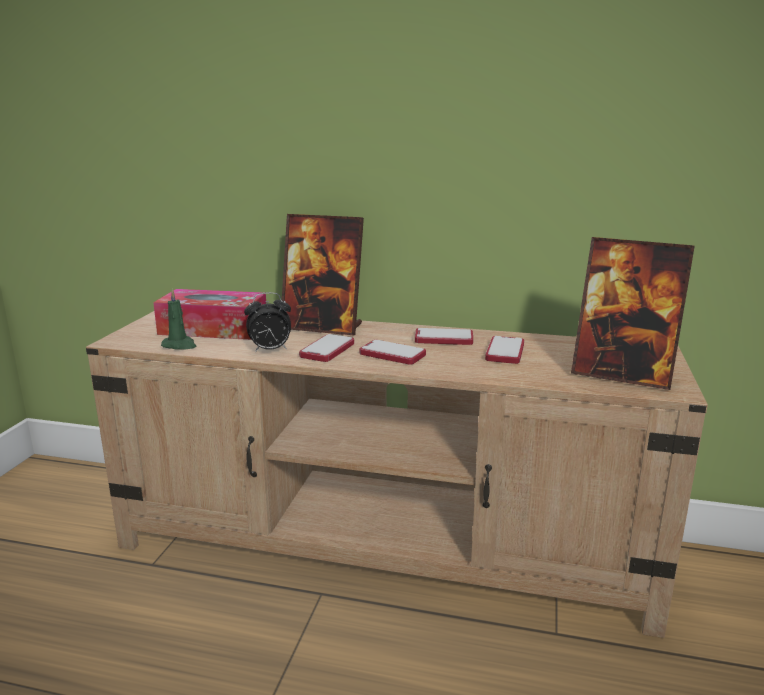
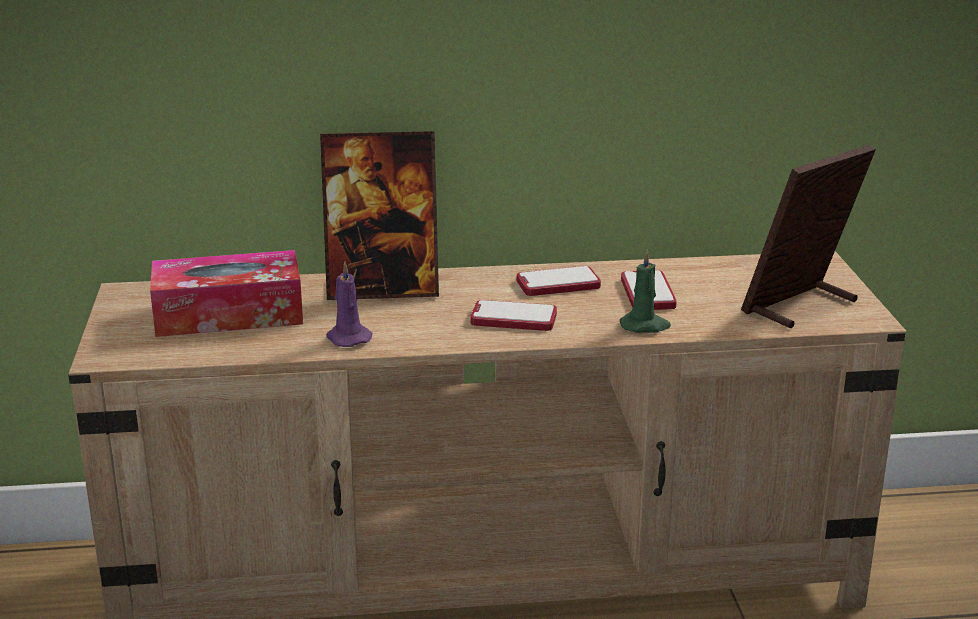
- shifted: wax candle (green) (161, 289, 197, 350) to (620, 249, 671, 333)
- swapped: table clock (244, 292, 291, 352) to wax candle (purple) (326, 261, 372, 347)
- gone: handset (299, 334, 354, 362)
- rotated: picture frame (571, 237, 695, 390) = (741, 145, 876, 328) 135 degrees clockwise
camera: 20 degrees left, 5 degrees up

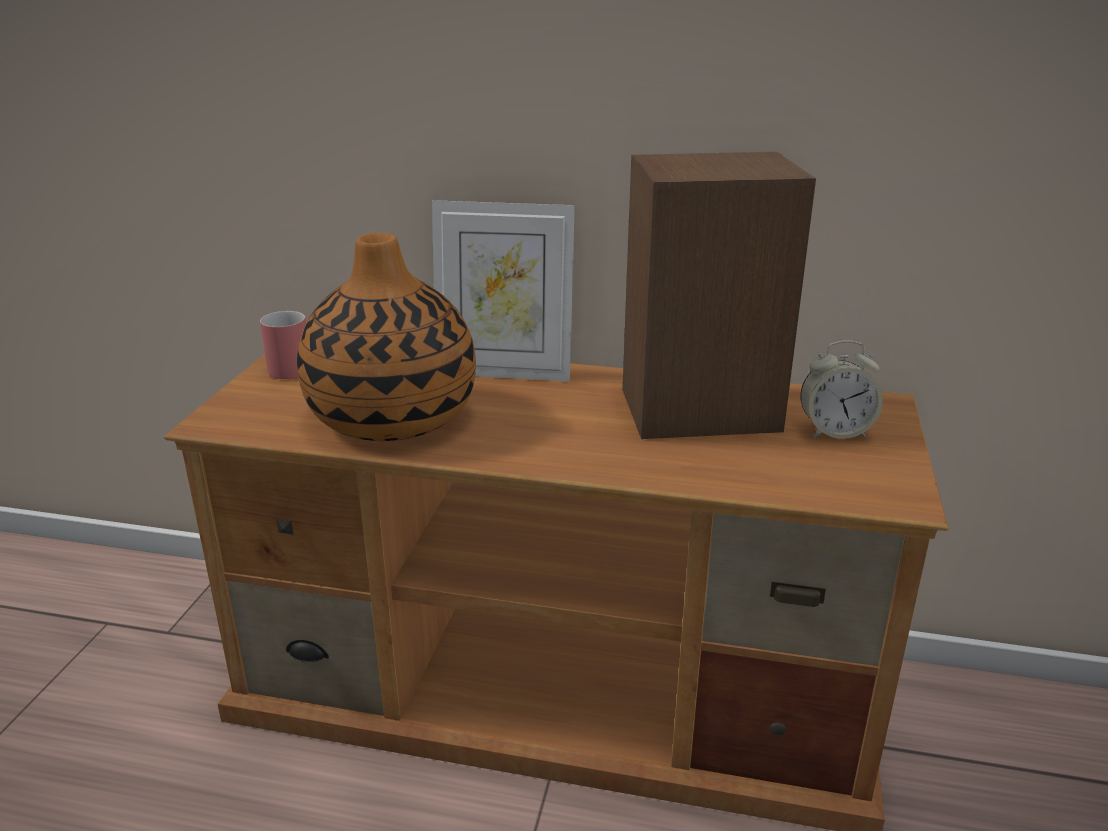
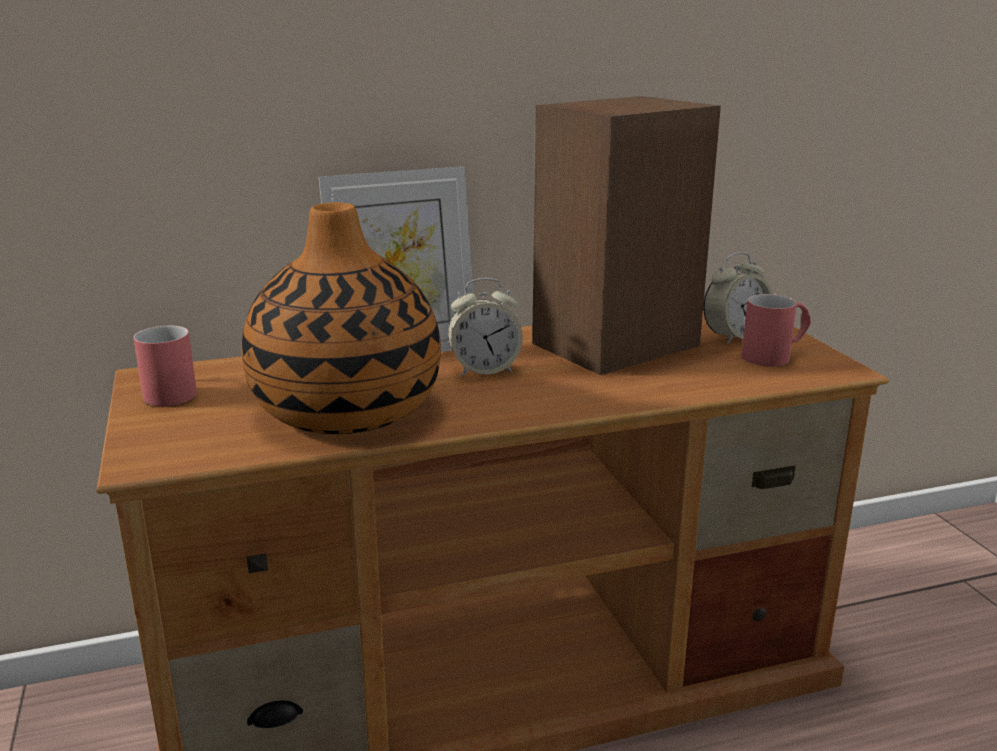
- new: table clock (448, 278, 523, 377)
- new: tea mug (red) (742, 294, 811, 366)
camera: 30 degrees left, 5 degrees down

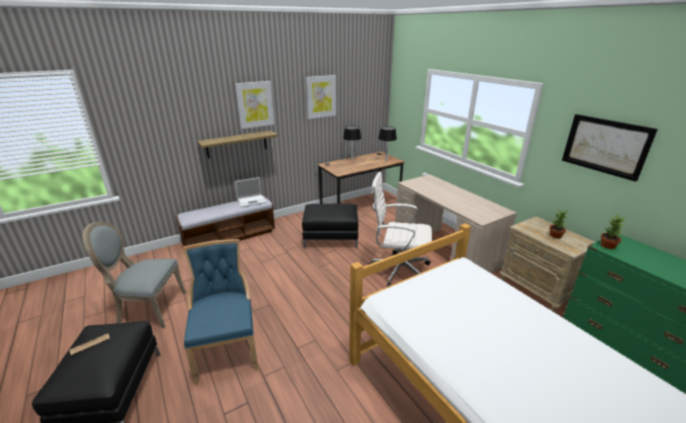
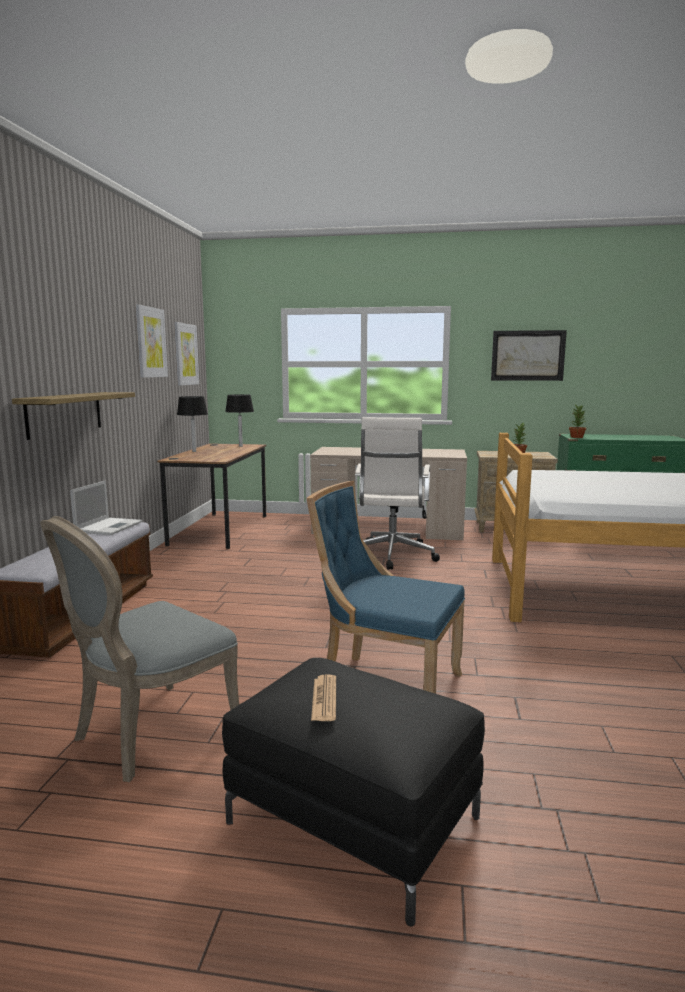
- shifted: picture (235, 81, 274, 129) to (174, 322, 199, 385)
- gone: pouffe (black) (302, 204, 358, 249)
- rotated: office chair (whitish) (368, 172, 432, 287) = (355, 417, 440, 570) 45 degrees counterclockwise
camera: 50 degrees left, 15 degrees down

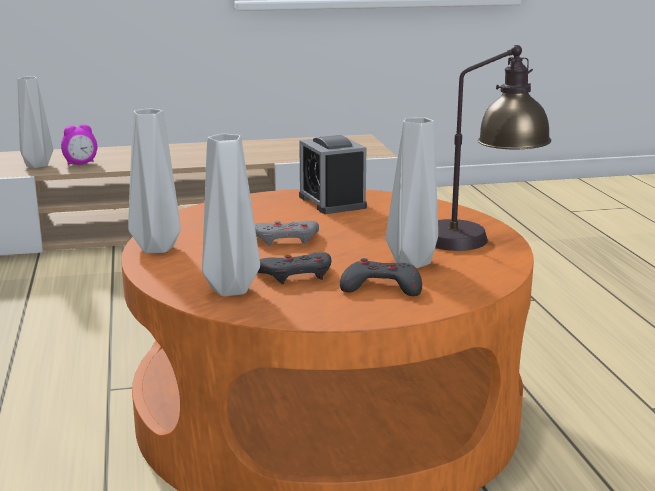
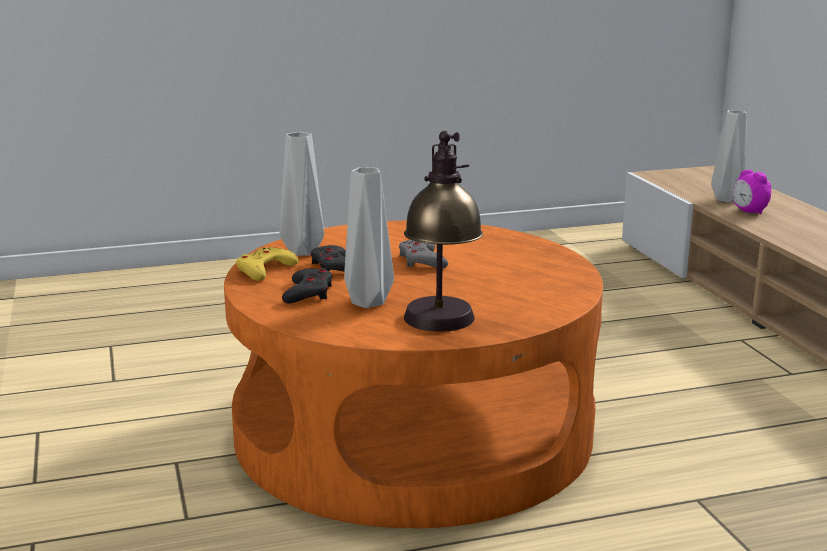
- gone: vase (grey) (128, 108, 181, 253)
- gone: table clock (299, 135, 367, 214)
- new: game controller (yellow) (236, 247, 299, 281)
camera: 85 degrees right, 0 degrees up

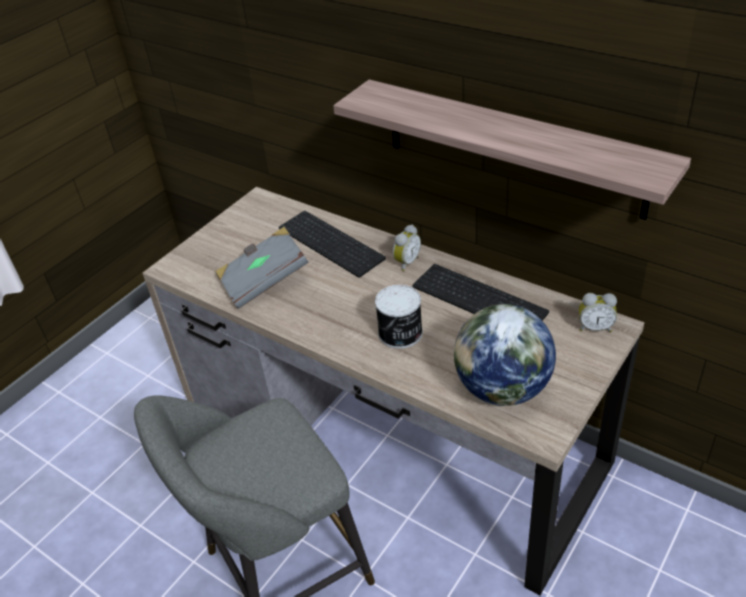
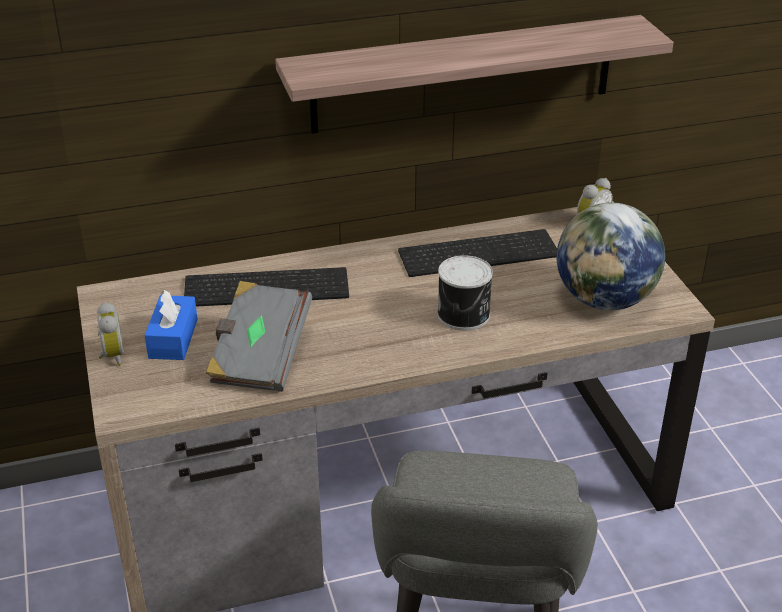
- shifted: table clock (393, 225, 421, 271) to (97, 302, 124, 366)
- new: tissue box (blue-coloured) (144, 290, 198, 360)
camera: 55 degrees left, 5 degrees down

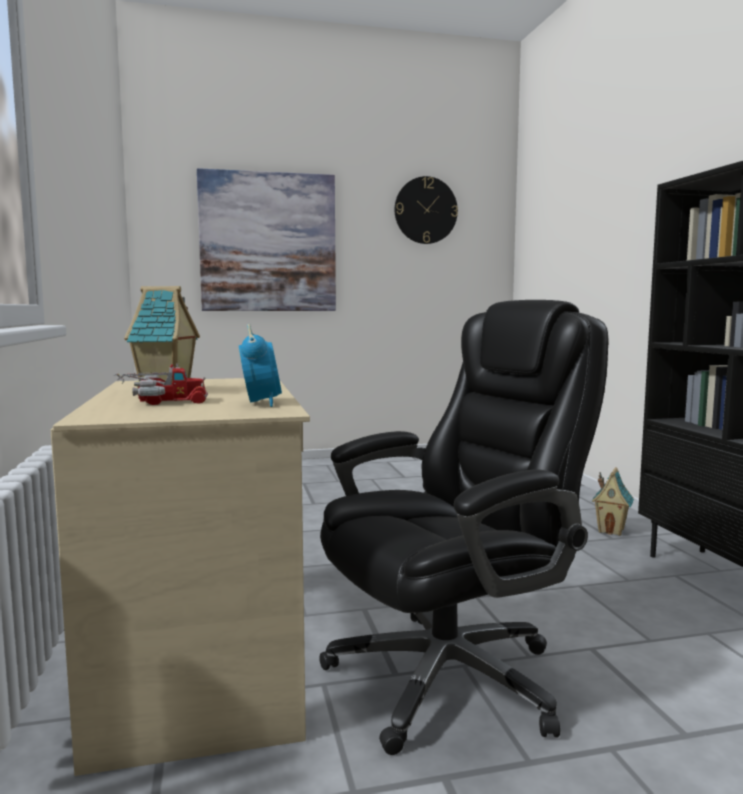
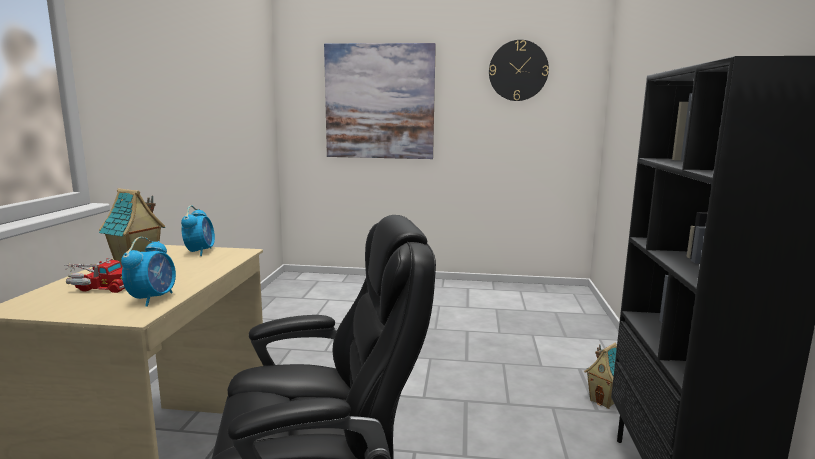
- new: table clock (181, 205, 215, 256)
camera: 20 degrees right, 5 degrees up

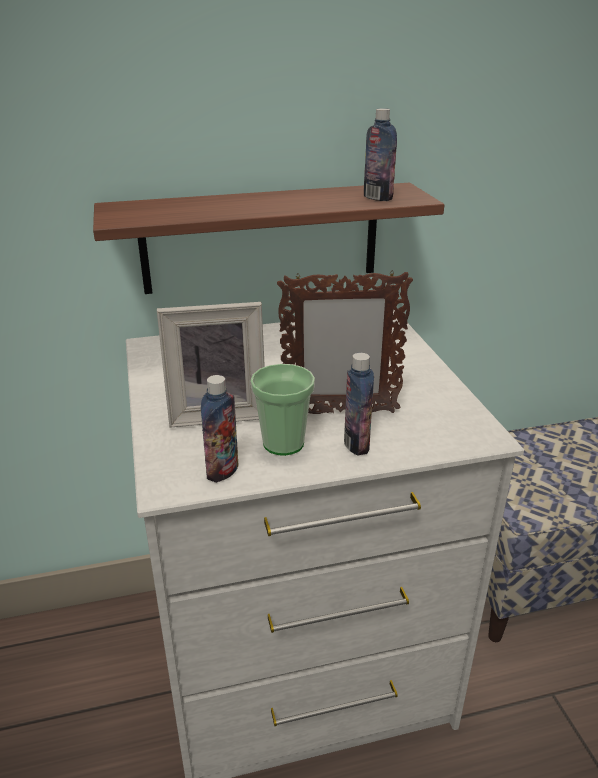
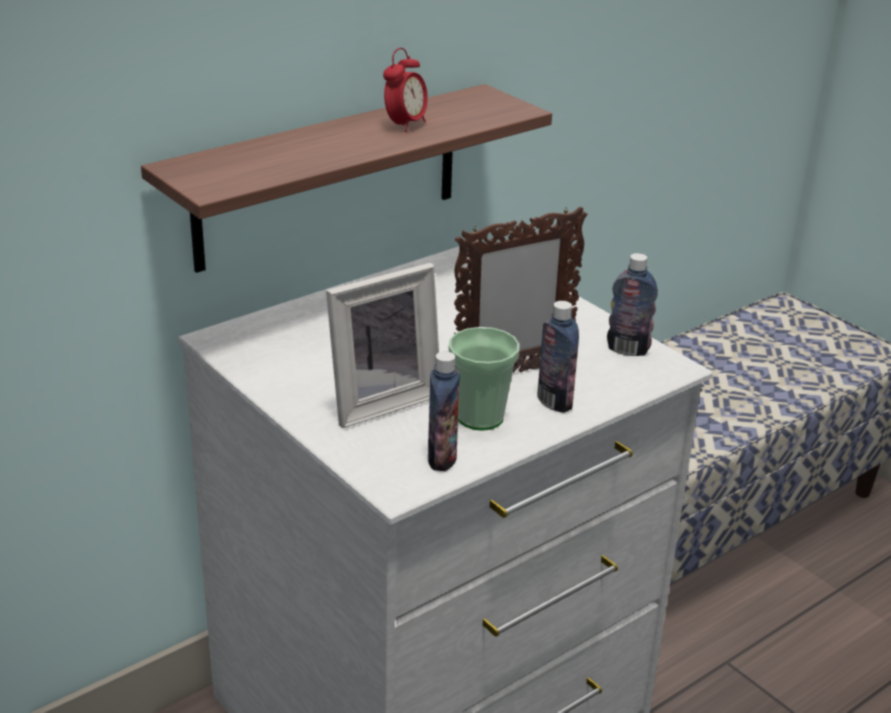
- shifted: bottle (364, 108, 397, 201) to (607, 253, 658, 356)
- new: table clock (383, 48, 428, 132)
camera: 25 degrees left, 0 degrees up

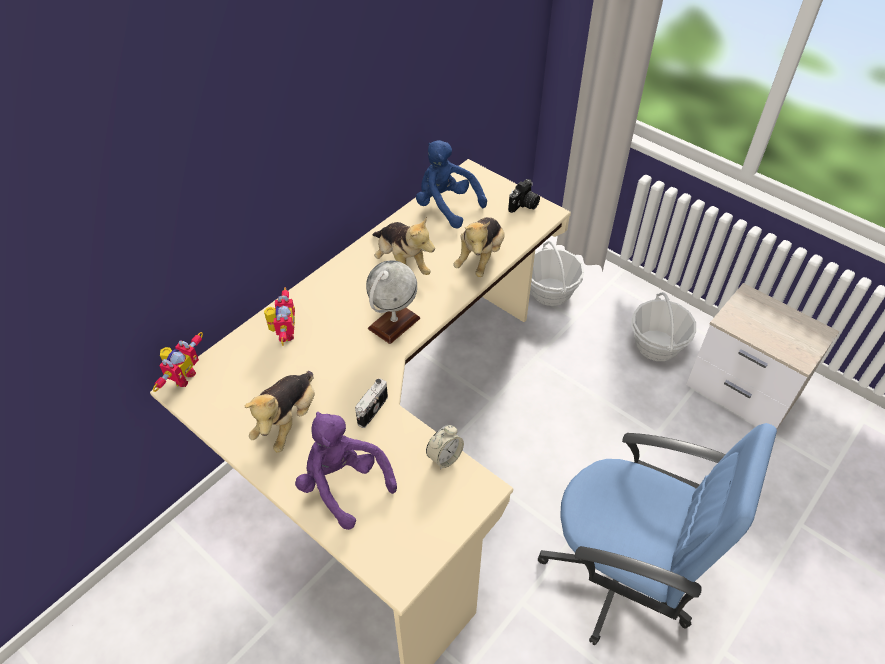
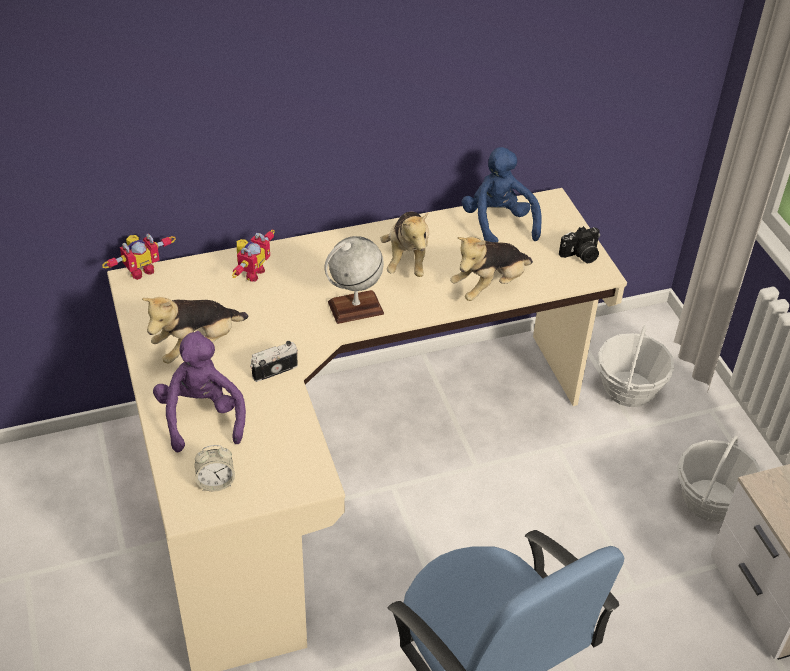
- shifted: table clock (426, 425, 464, 469) to (195, 445, 235, 492)
camera: 30 degrees right, 5 degrees down

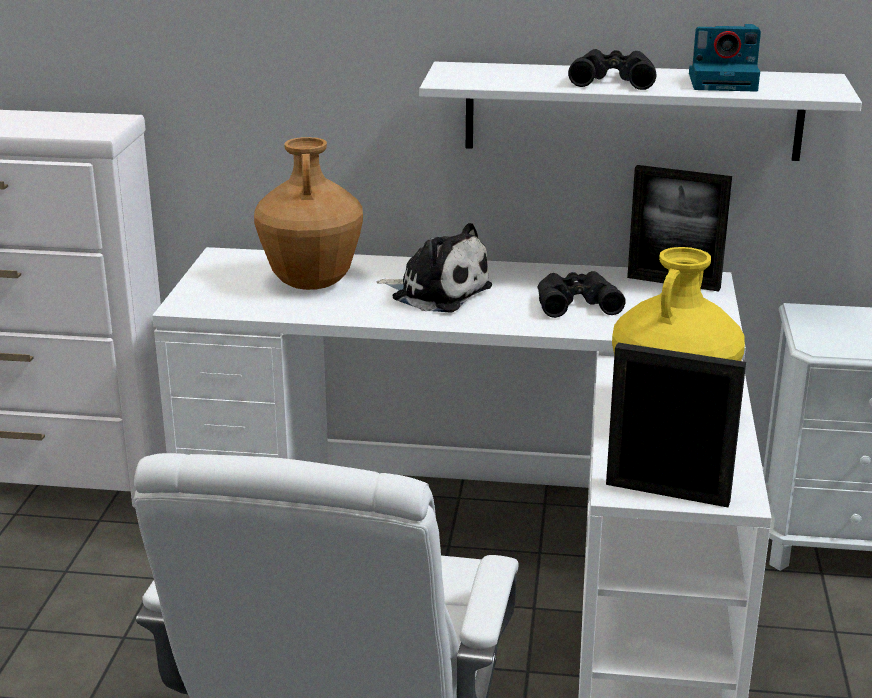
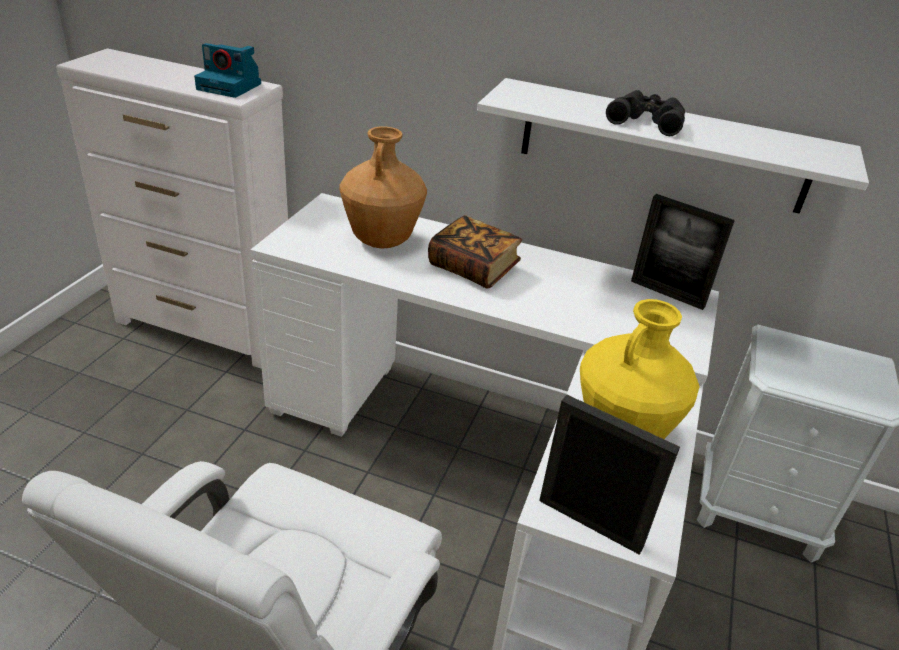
- swapped: soft toy (376, 223, 492, 313) to book (428, 215, 522, 289)
- gone: pair of binoculars (black) (537, 271, 626, 318)
- shifted: still camera (689, 24, 761, 91) to (194, 43, 261, 98)
camera: 10 degrees right, 10 degrees up

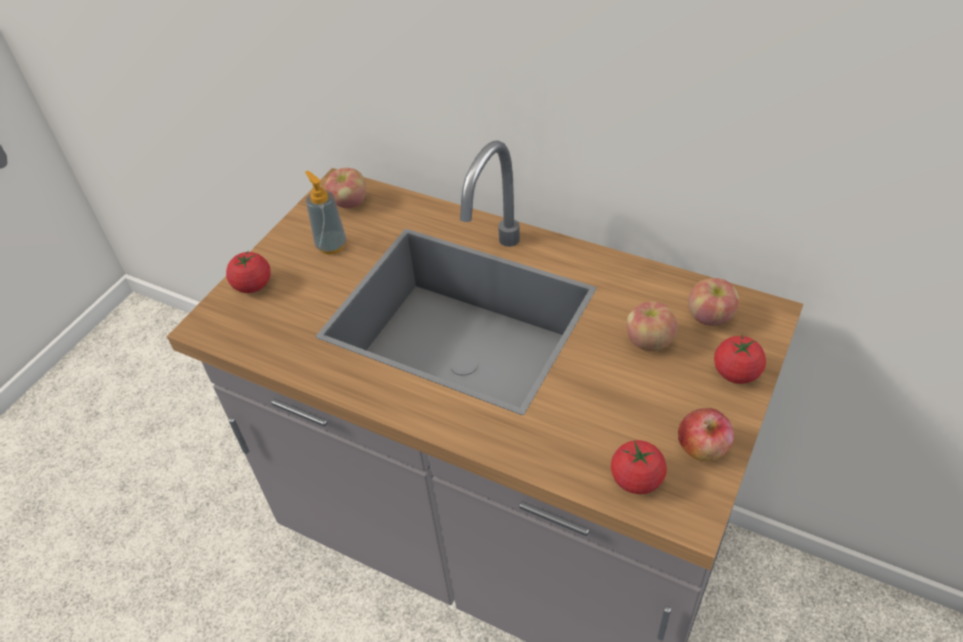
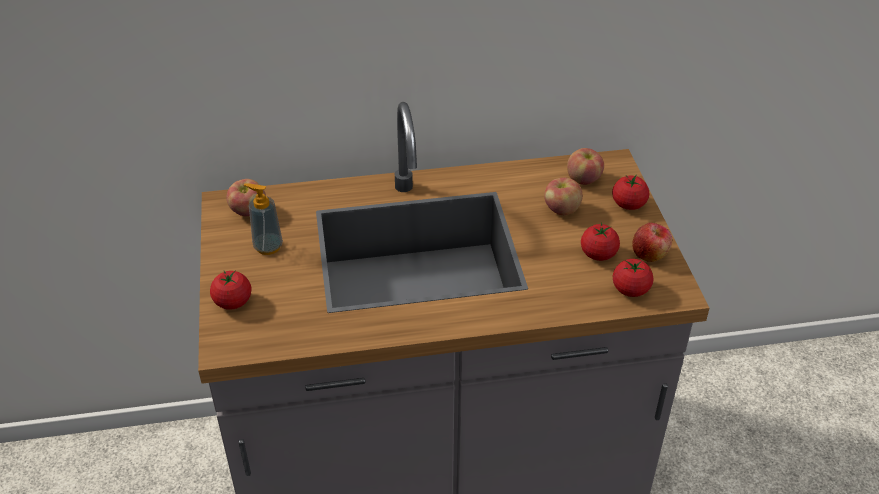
- new: whole tomato (581, 222, 620, 261)
camera: 40 degrees left, 5 degrees down

